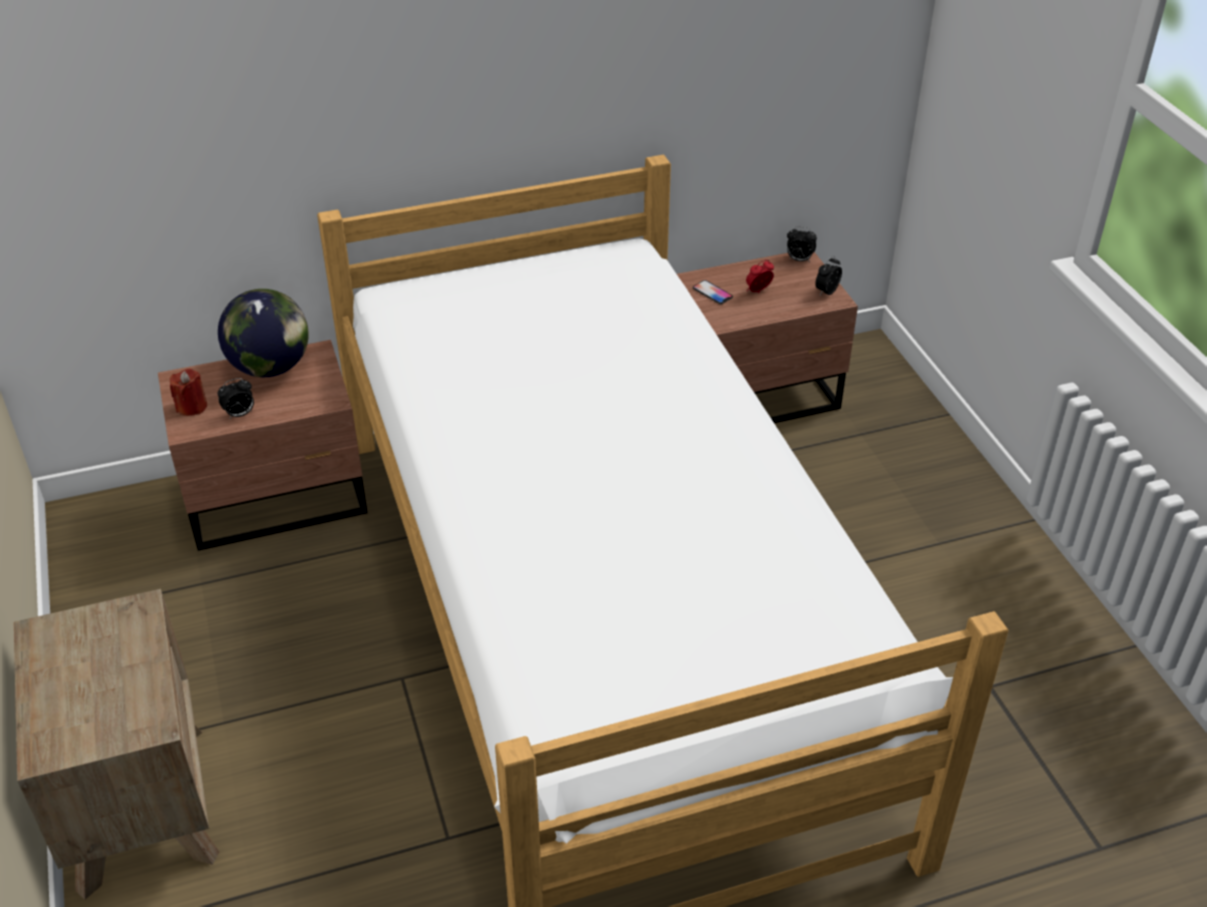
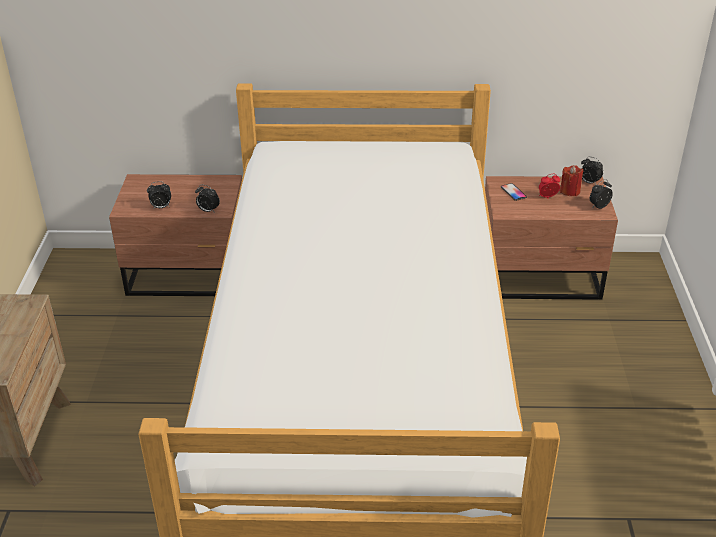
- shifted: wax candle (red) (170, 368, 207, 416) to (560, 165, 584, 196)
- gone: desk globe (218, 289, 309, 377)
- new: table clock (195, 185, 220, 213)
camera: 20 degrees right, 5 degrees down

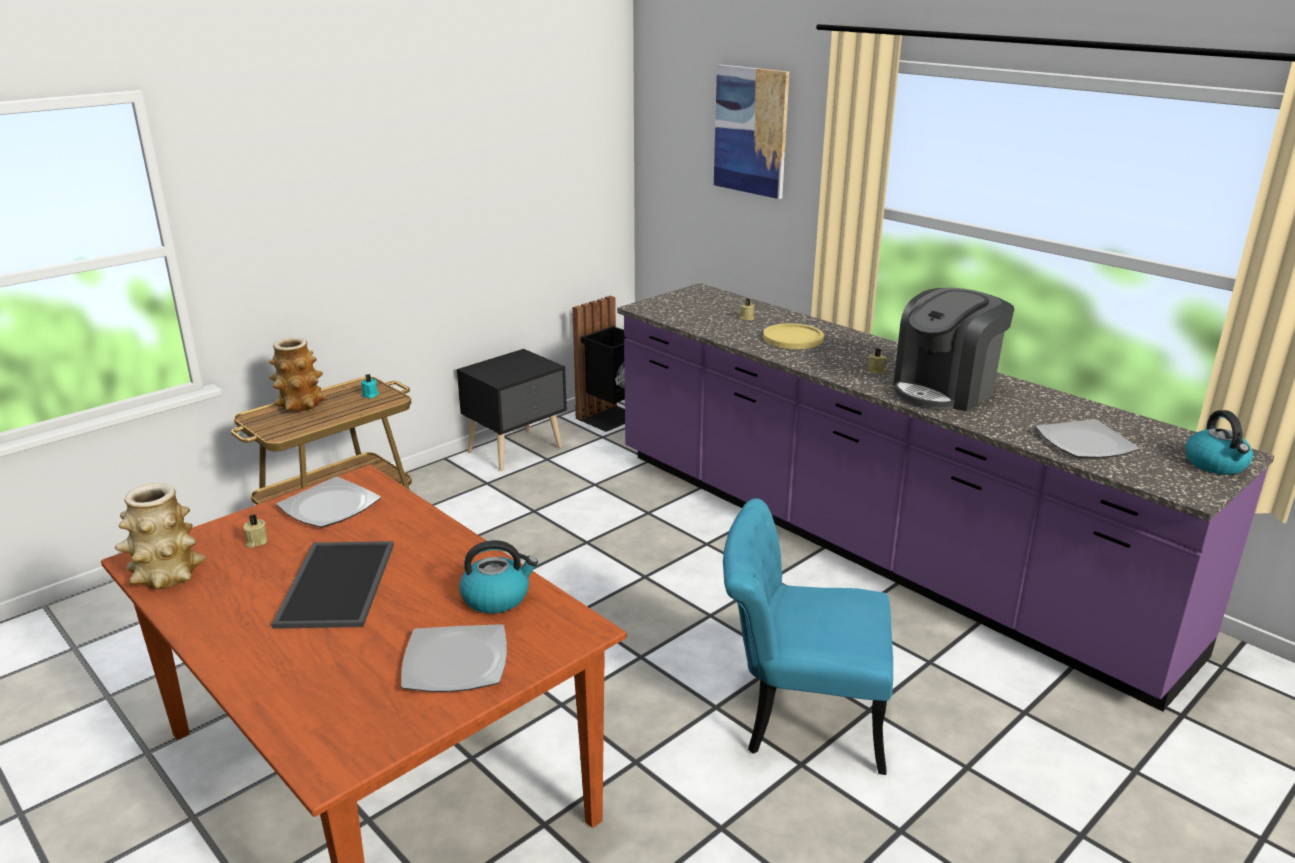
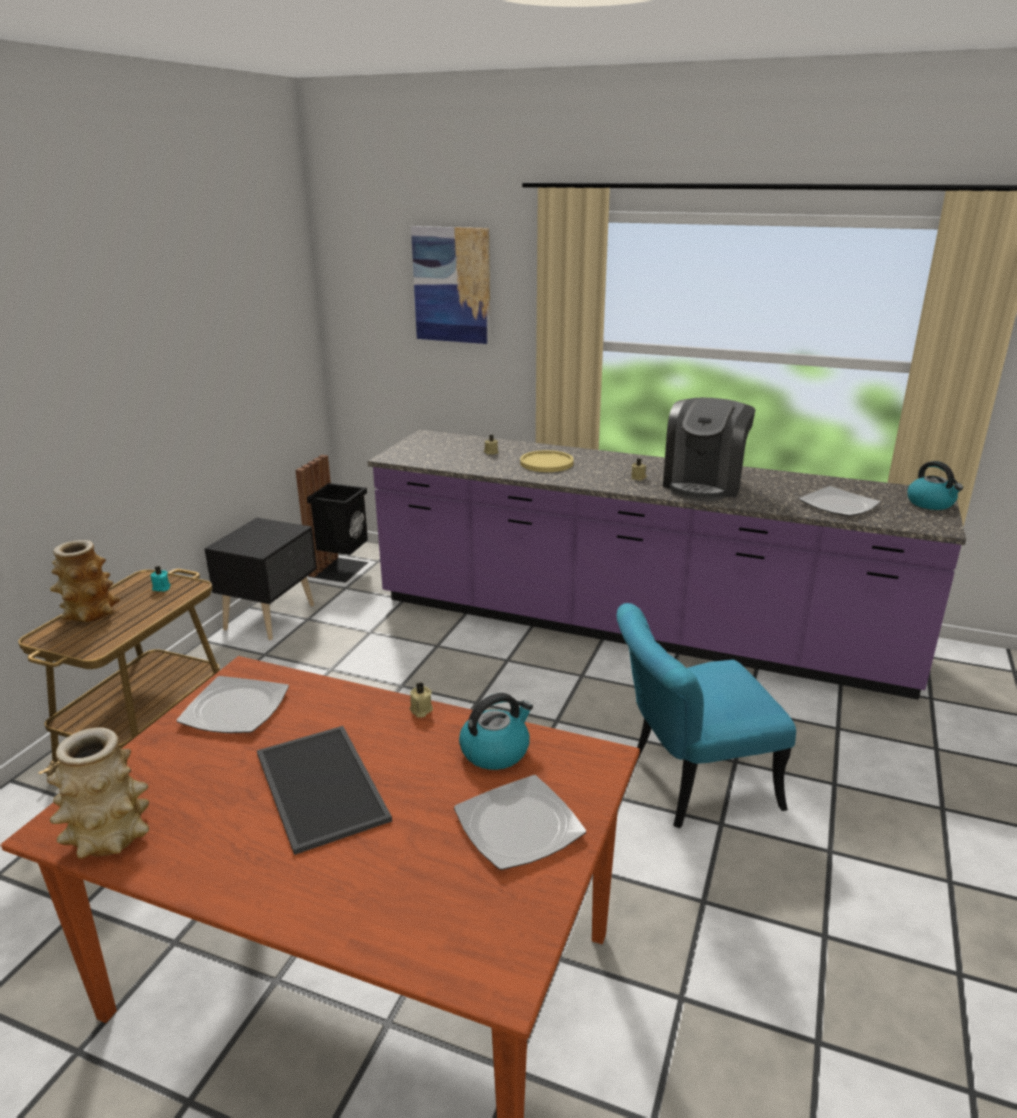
- shifted: wax candle (sand-coloured) (244, 514, 267, 548) to (410, 682, 433, 717)
camera: 25 degrees left, 0 degrees up

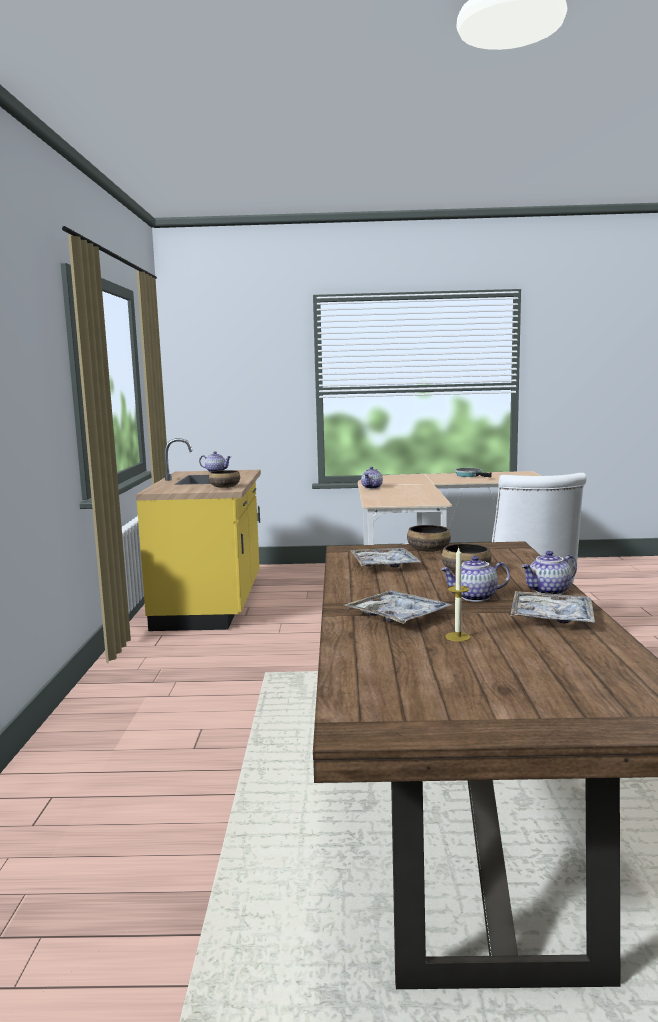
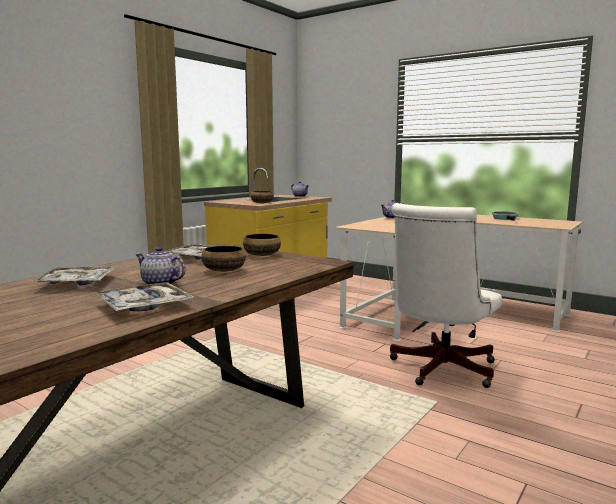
- gone: wax candle (446, 548, 471, 642)
- gone: teapot (521, 551, 577, 595)
camera: 35 degrees right, 0 degrees up

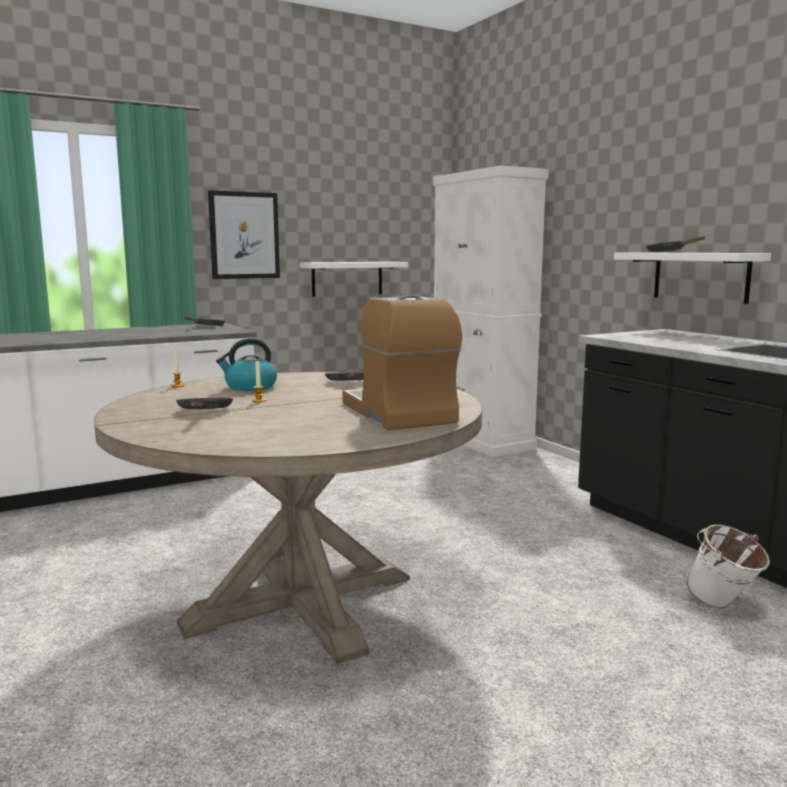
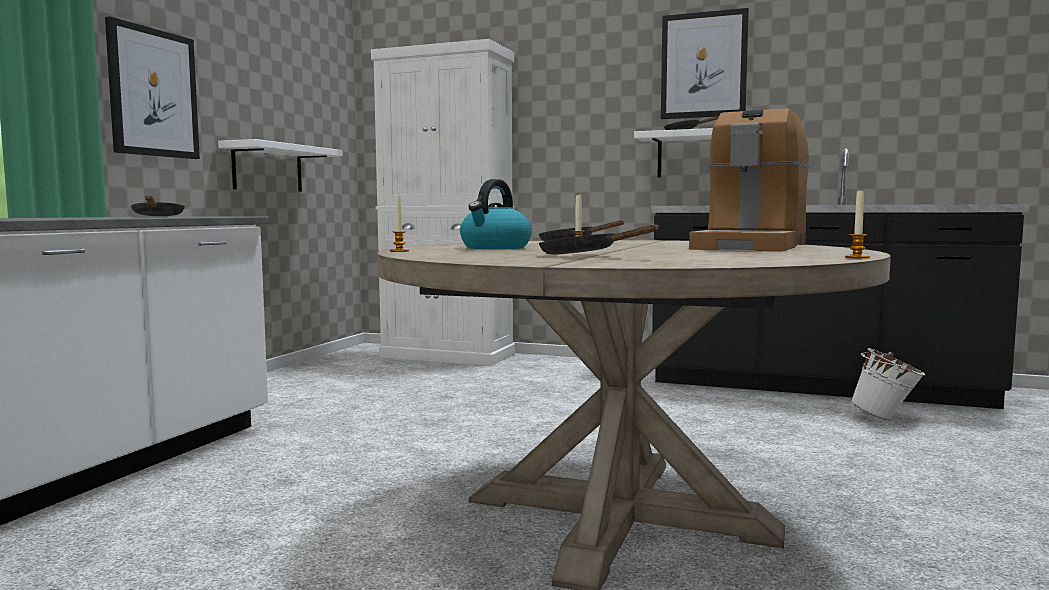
- rotated: coffee maker (342, 295, 462, 430) = (689, 108, 809, 251) 90 degrees counterclockwise
- new: picture (661, 8, 749, 119)
- new: wax candle (845, 189, 870, 259)
camera: 40 degrees left, 5 degrees down

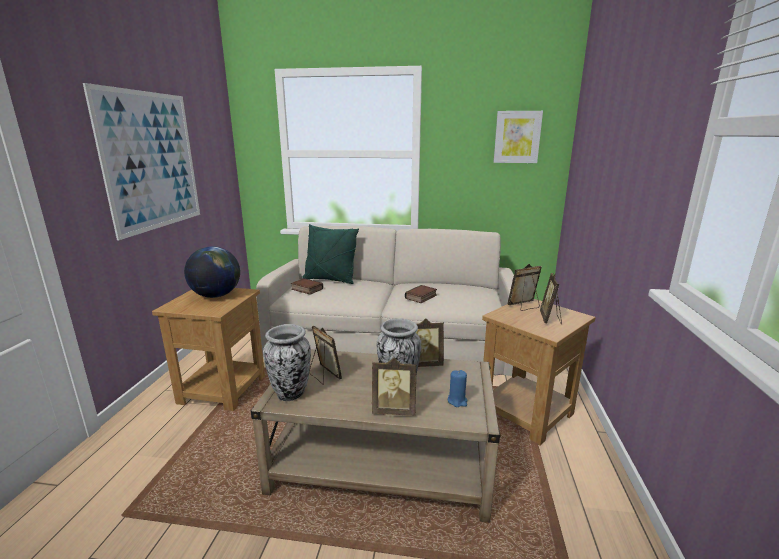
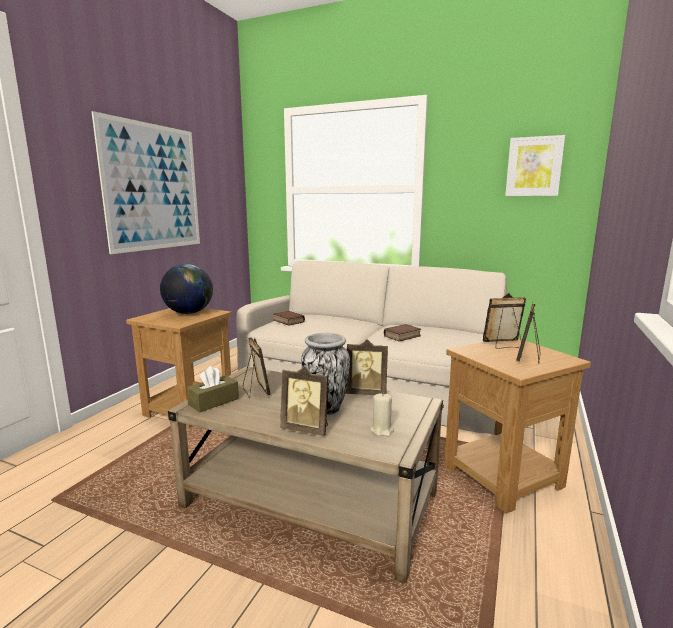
- swapped: vase (263, 324, 311, 401) to tissue box (brownish) (187, 366, 239, 413)
- gone: cushion (green) (302, 224, 359, 284)
- repainted: wax candle (blue-coloured) (448, 370, 467, 407) to wax candle (sand-coloured) (370, 393, 394, 436)
camera: 15 degrees right, 5 degrees down

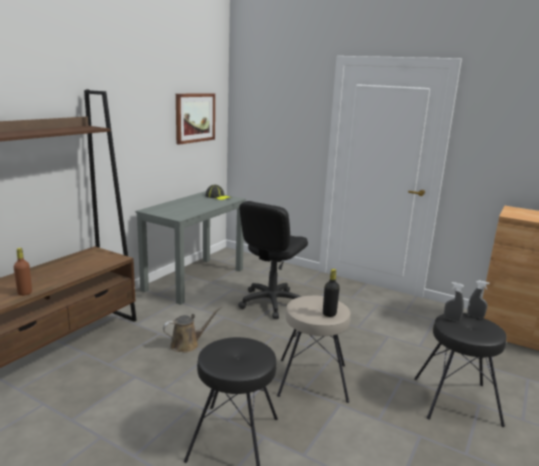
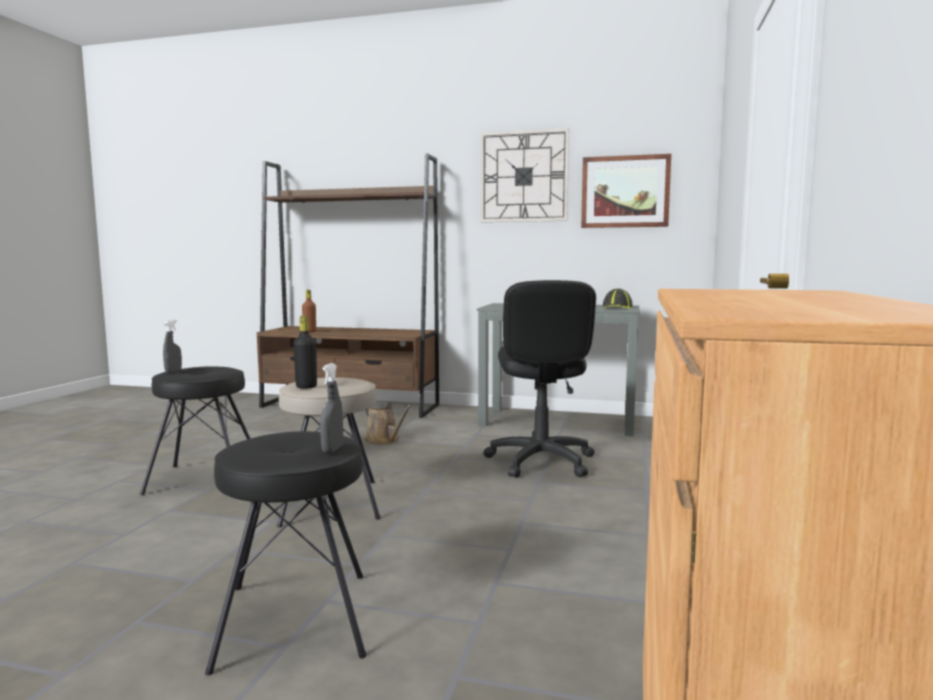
- rotated: office chair (black) (238, 201, 308, 319) = (483, 280, 596, 478) 105 degrees counterclockwise
- shifted: hand sprayer (grey) (444, 282, 464, 322) to (163, 320, 182, 373)
- new: hanging clock (480, 128, 569, 222)
camera: 75 degrees right, 10 degrees down

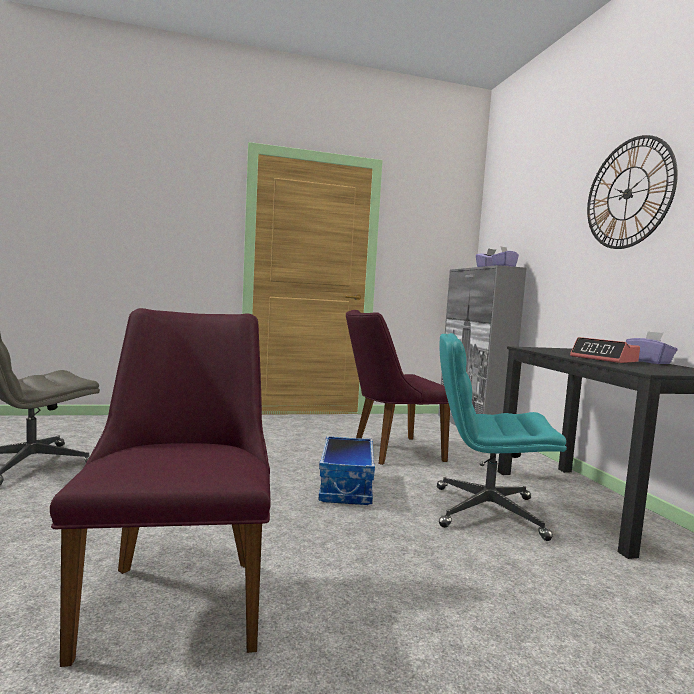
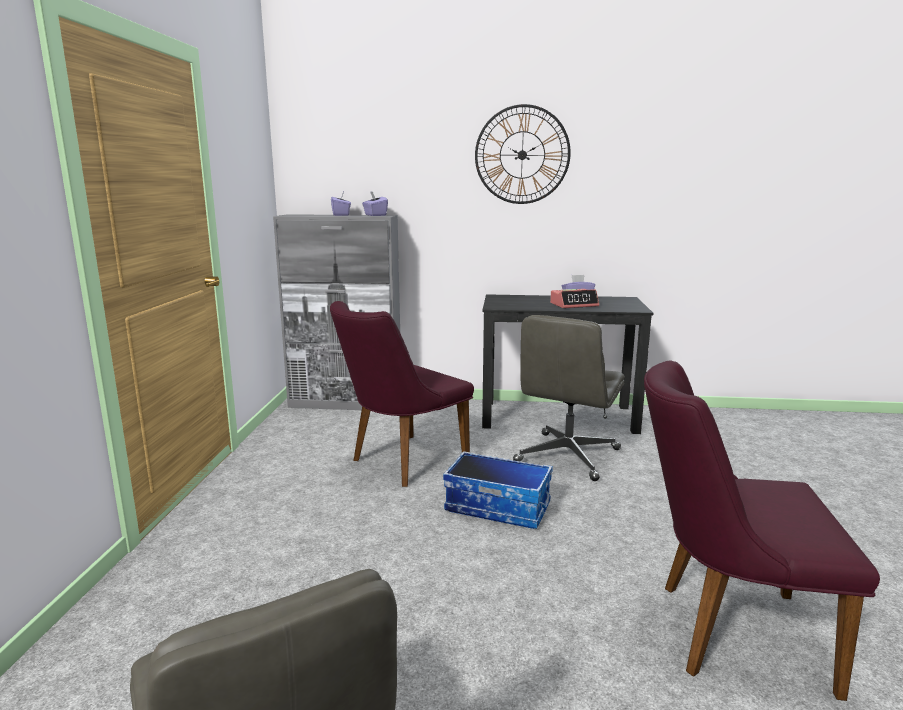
- rotated: plain chair (purple) (346, 310, 450, 465) = (330, 301, 474, 487) 45 degrees clockwise
- repainted: office chair (blue-green) (437, 333, 567, 541) to office chair (grey) (513, 315, 625, 481)
camera: 70 degrees left, 10 degrees up

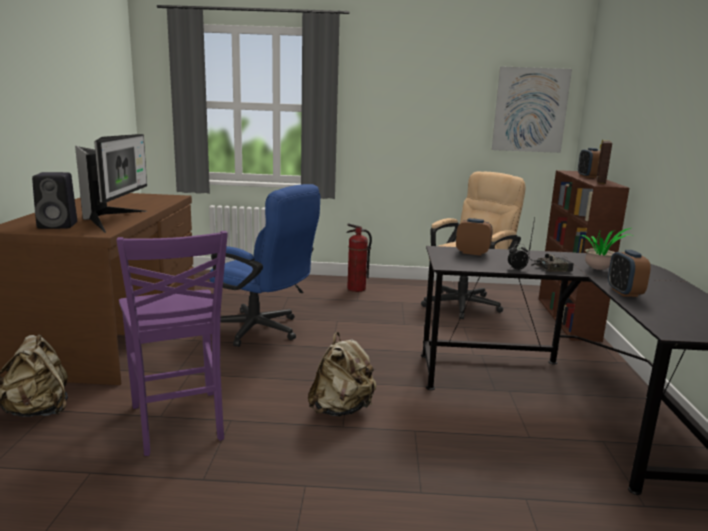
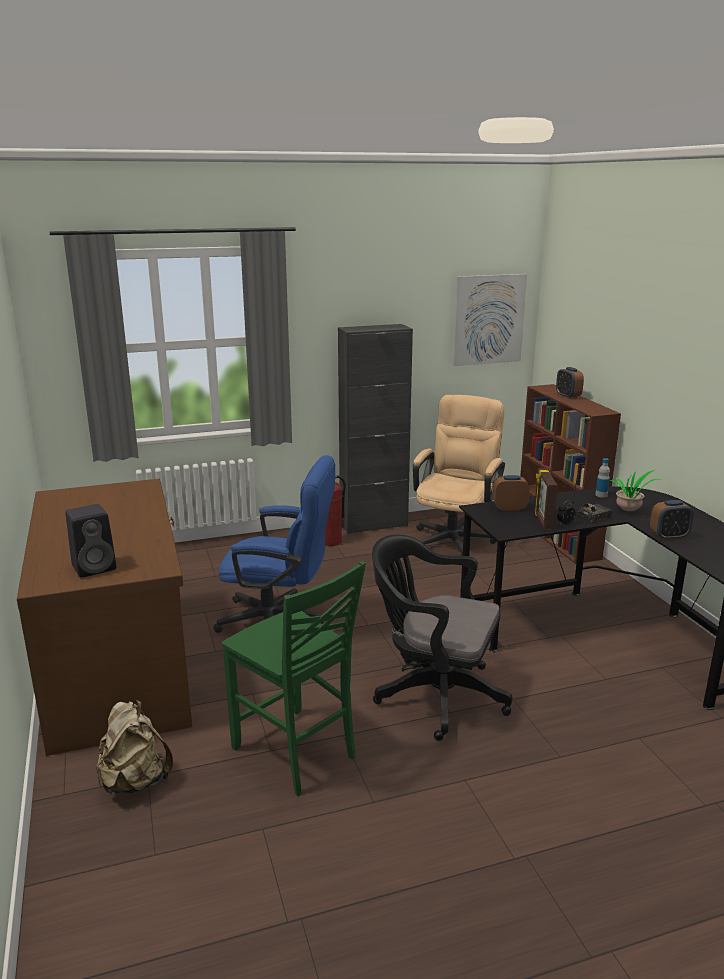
- gone: monitor (75, 134, 147, 233)
- repainted: plain chair (purple) (117, 231, 228, 456) to plain chair (green) (222, 561, 366, 796)
- swapped: rucksack (sand-coloured) (308, 332, 377, 416) to office chair (black) (372, 534, 513, 741)
- shifted: picture frame (596, 139, 612, 184) to (534, 468, 557, 530)
- rotated: table clock (608, 250, 651, 297) = (650, 500, 694, 540) 75 degrees counterclockwise
- new: cupboard (black) (338, 324, 413, 534)
- new: bottle (595, 458, 610, 498)
camera: 20 degrees left, 5 degrees up

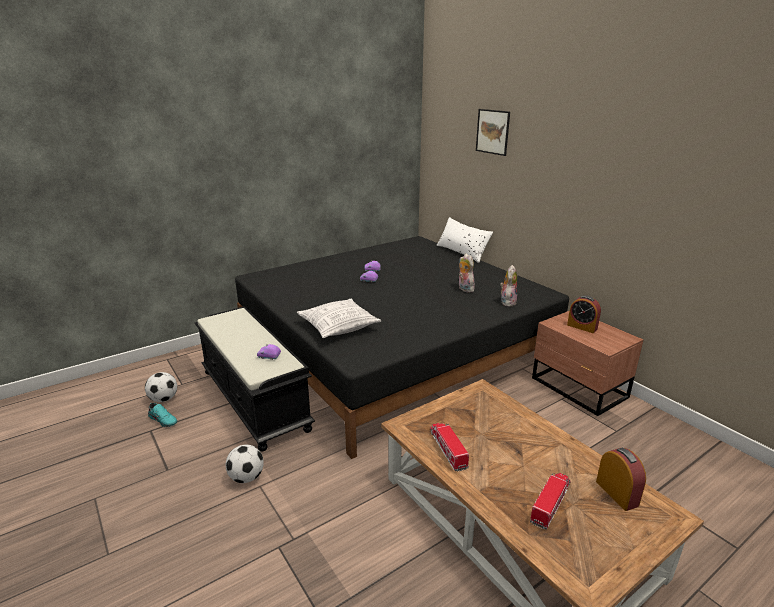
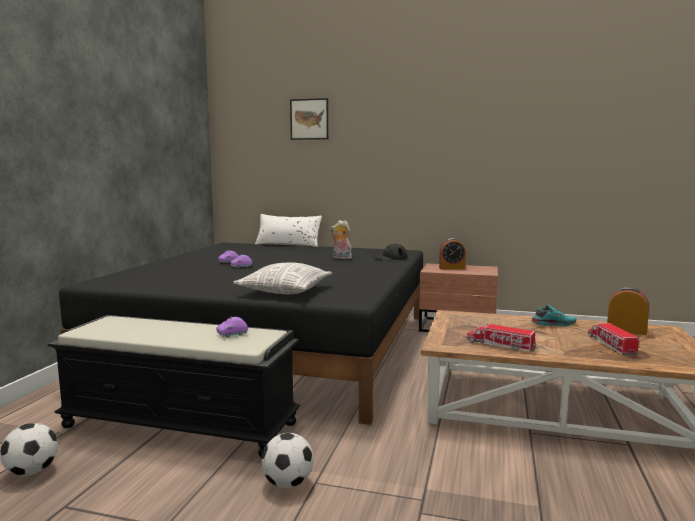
- shifted: item of footwear (blue-green) (148, 403, 177, 427) to (531, 305, 577, 326)
- swapped: soft toy (500, 265, 517, 307) to baseball cap (black) (374, 244, 408, 261)
camera: 40 degrees left, 15 degrees down

